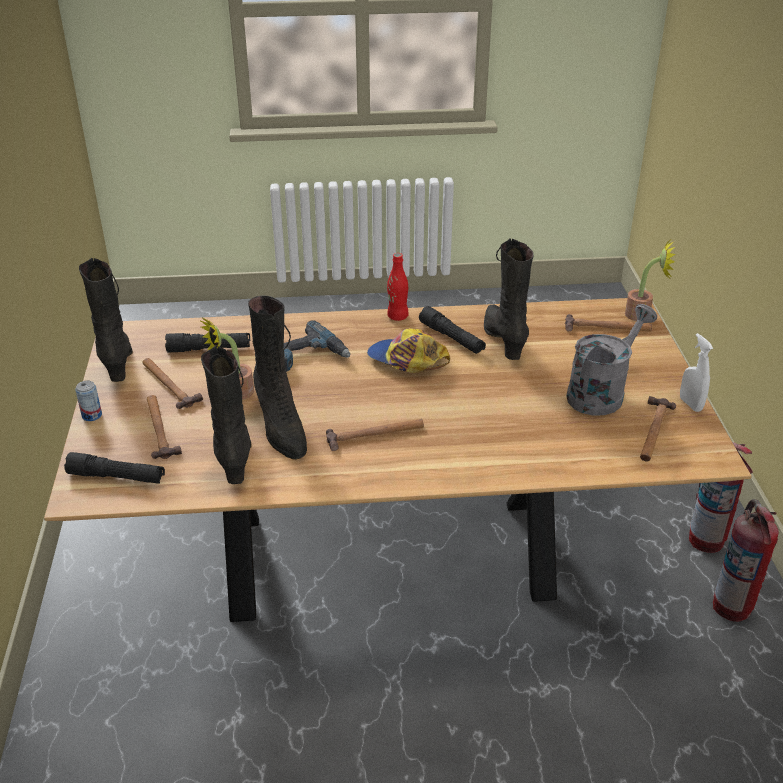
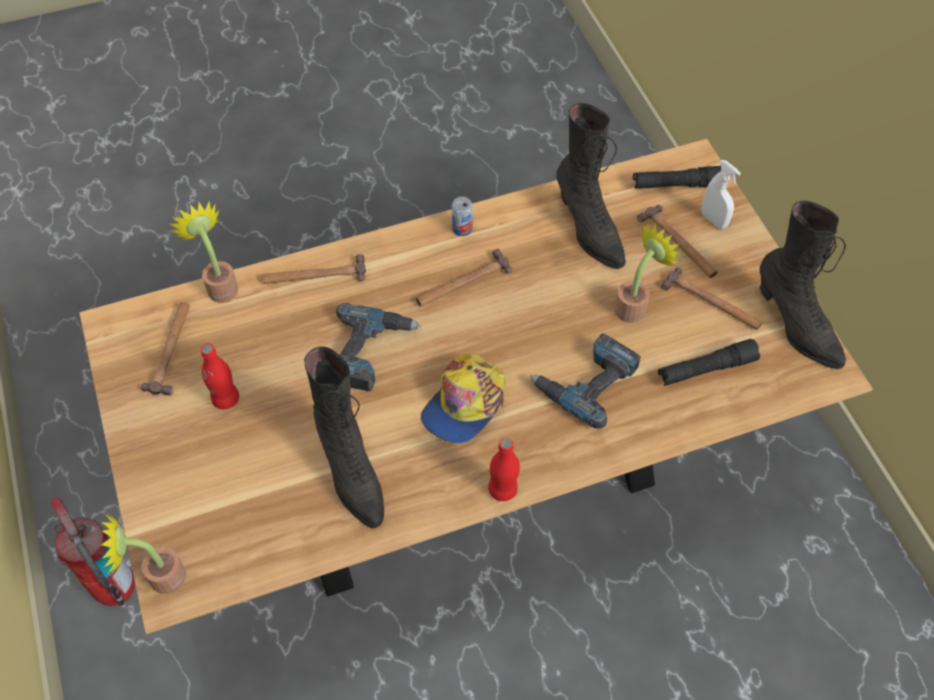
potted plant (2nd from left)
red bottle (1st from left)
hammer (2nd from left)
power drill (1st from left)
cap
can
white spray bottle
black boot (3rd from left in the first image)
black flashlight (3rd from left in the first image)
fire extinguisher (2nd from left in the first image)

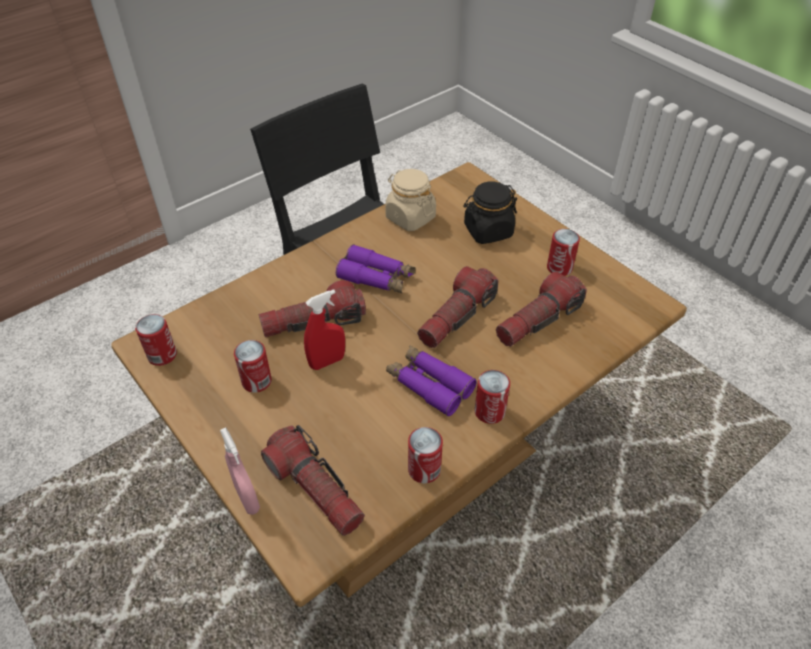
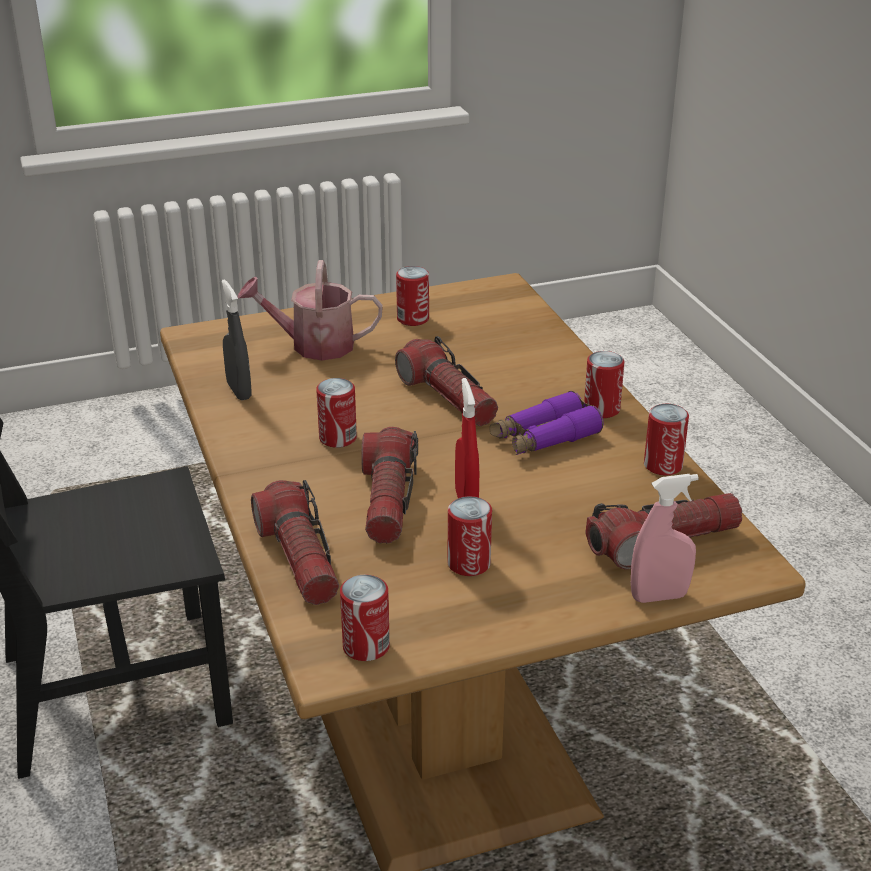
grey spray bottle
watering can
flashlight (1st from left)
can (1st from left)

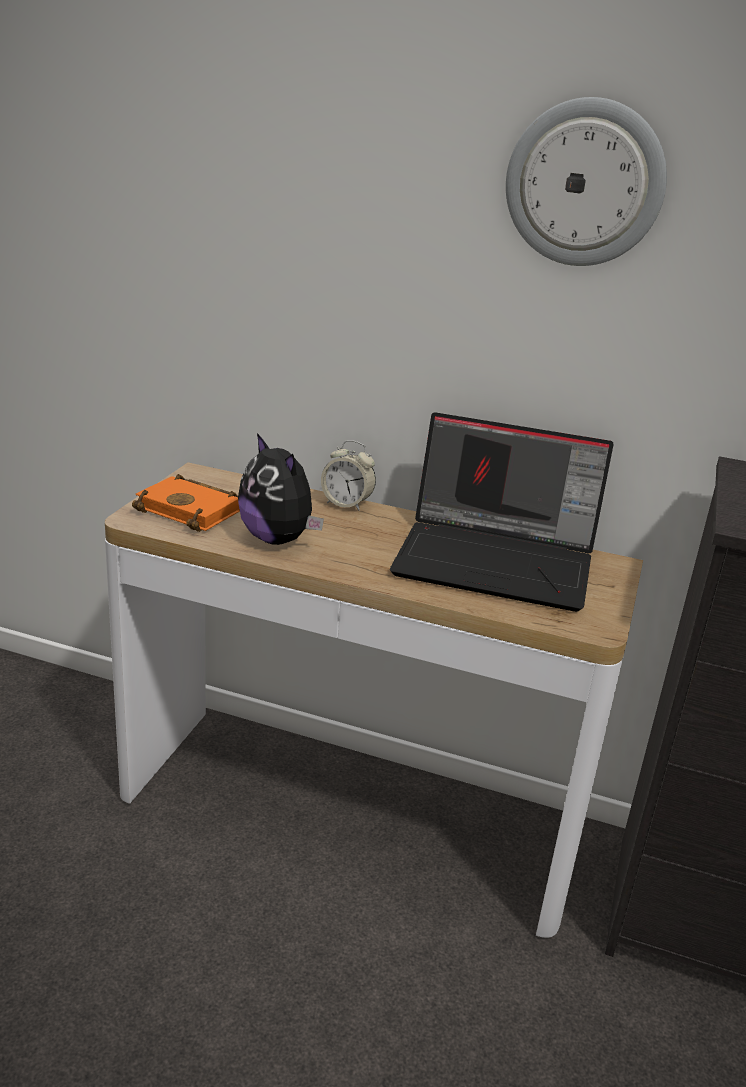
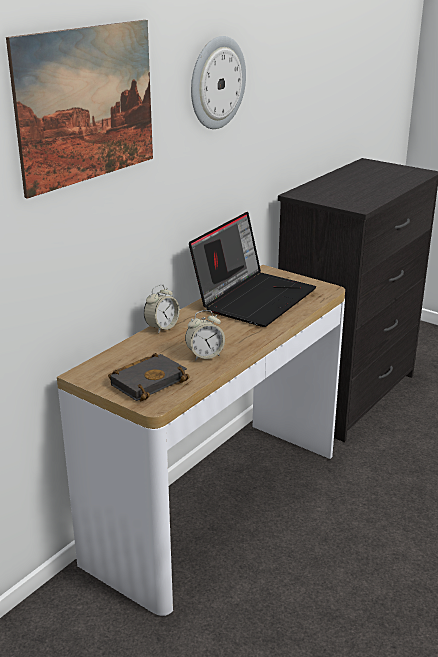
picture
black book
alarm clock (2nd from left)

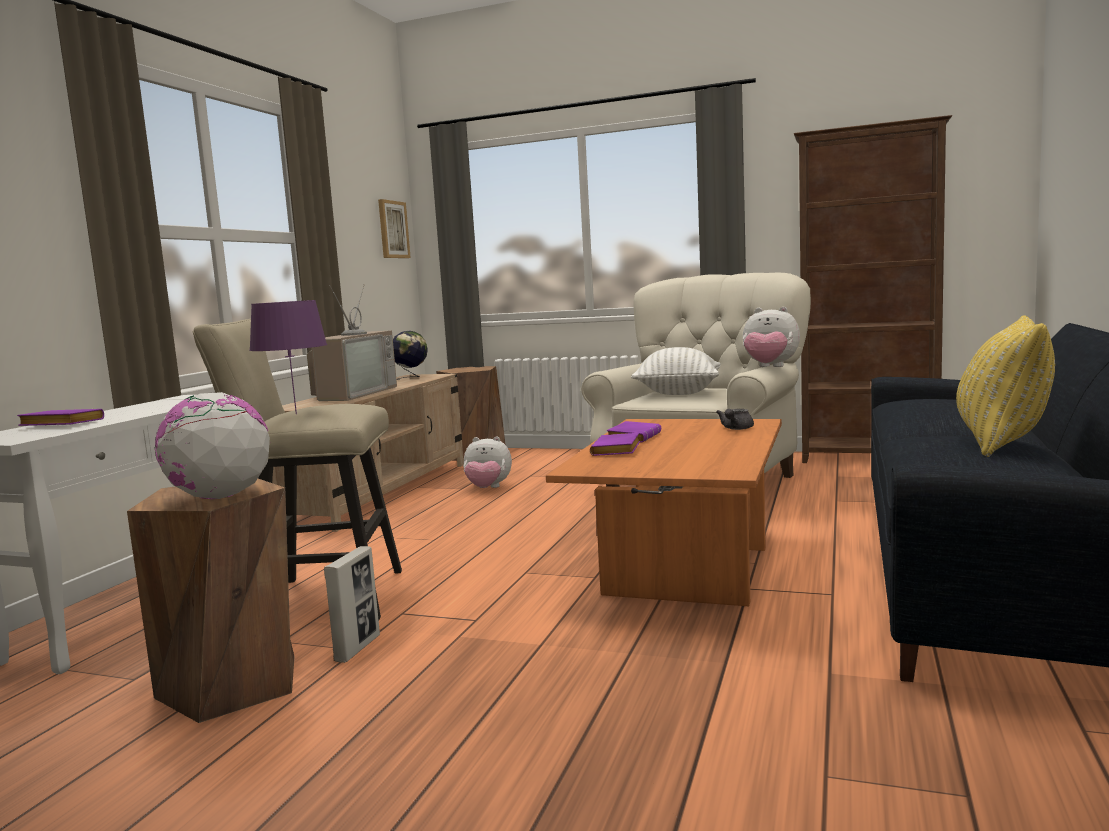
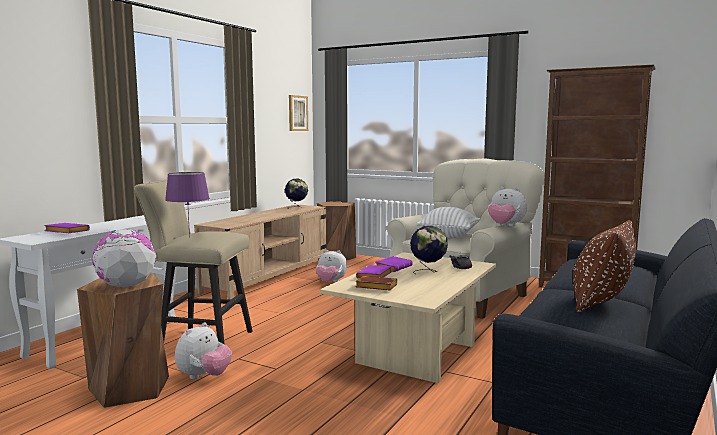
plush toy (1st from left)
beige coffee table
brown book
globe (3rd from left)
brown pillow
television

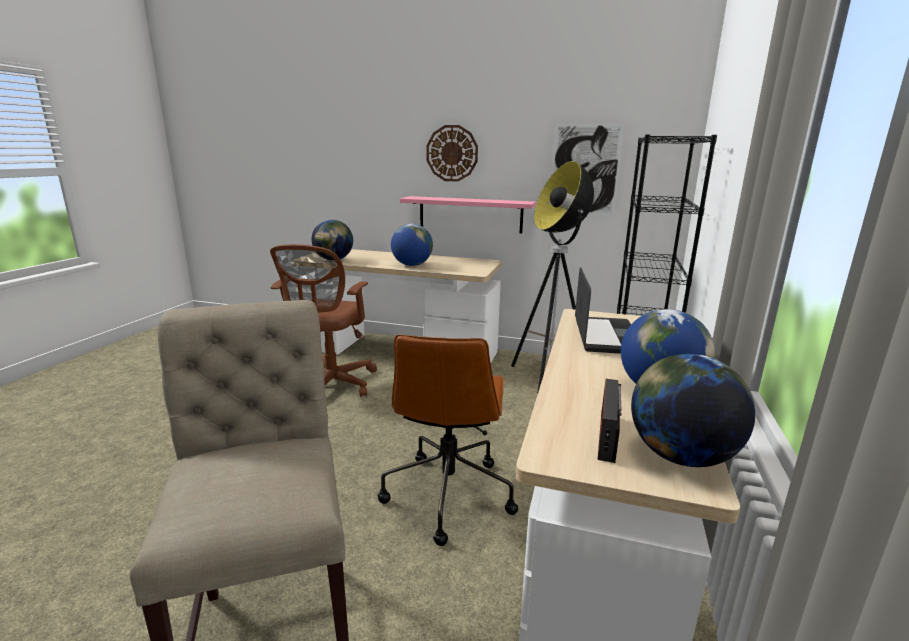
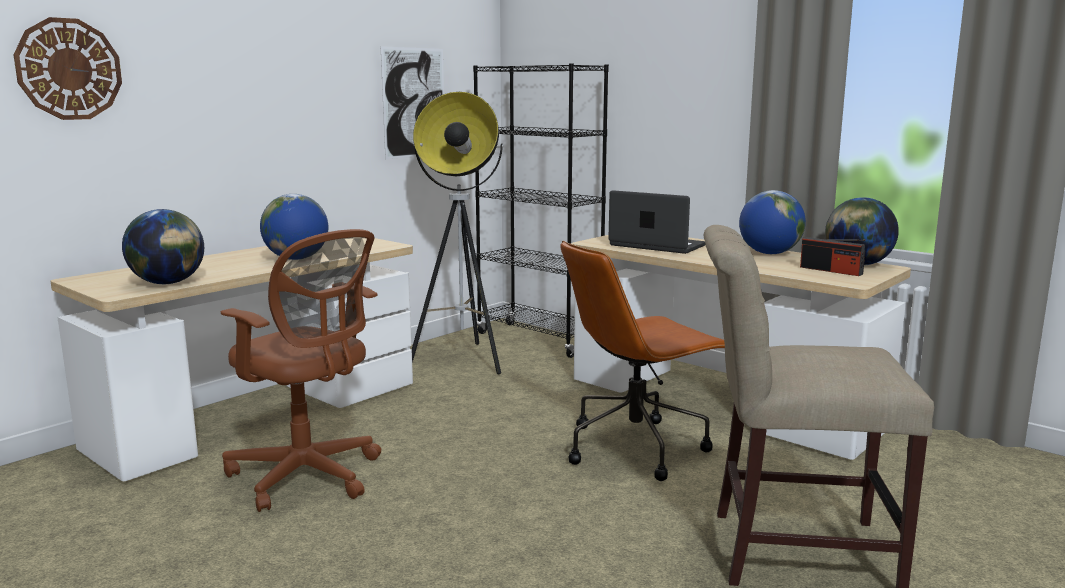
wall clock
brown office chair (2nd from left)
pink shelf

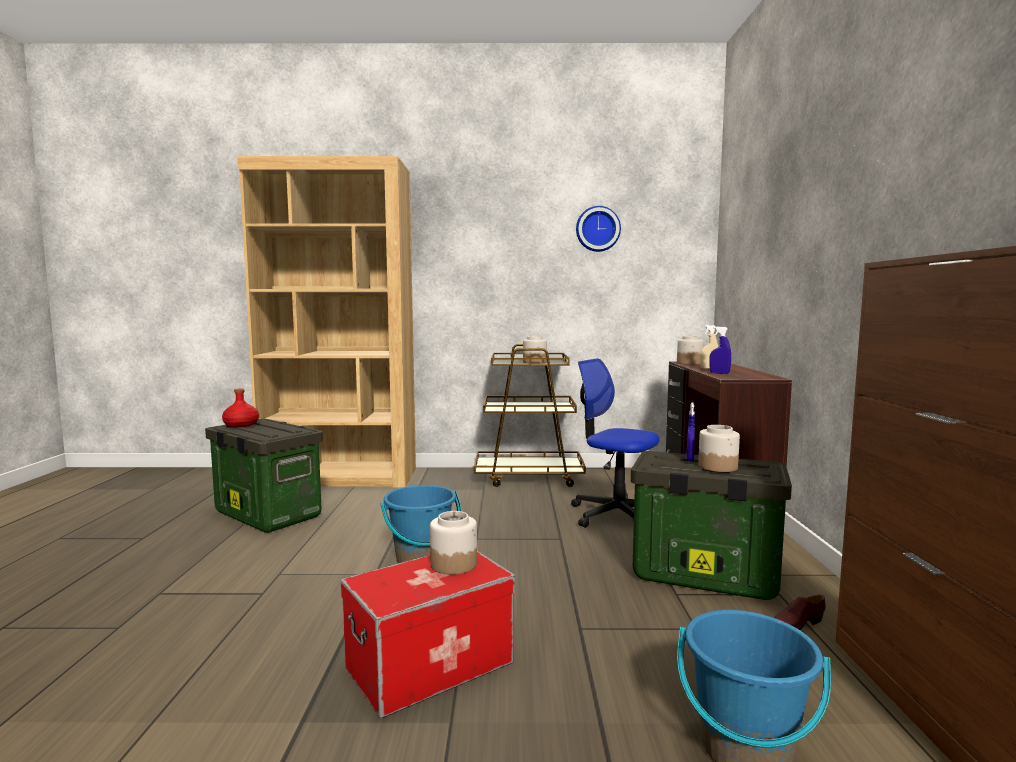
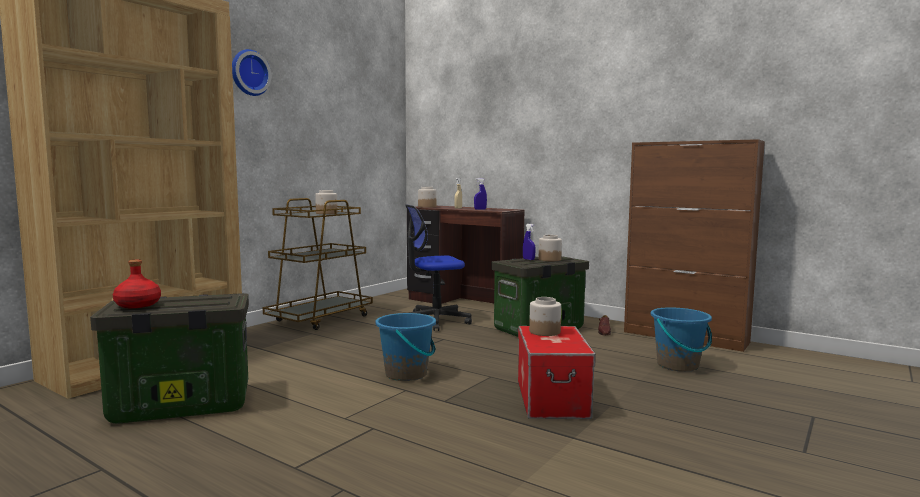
wall clock

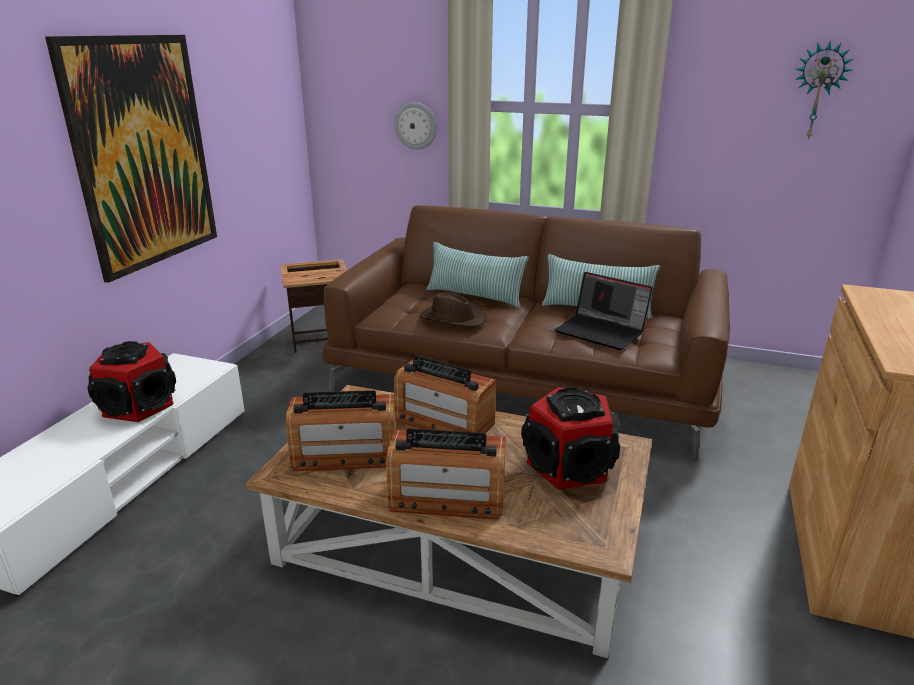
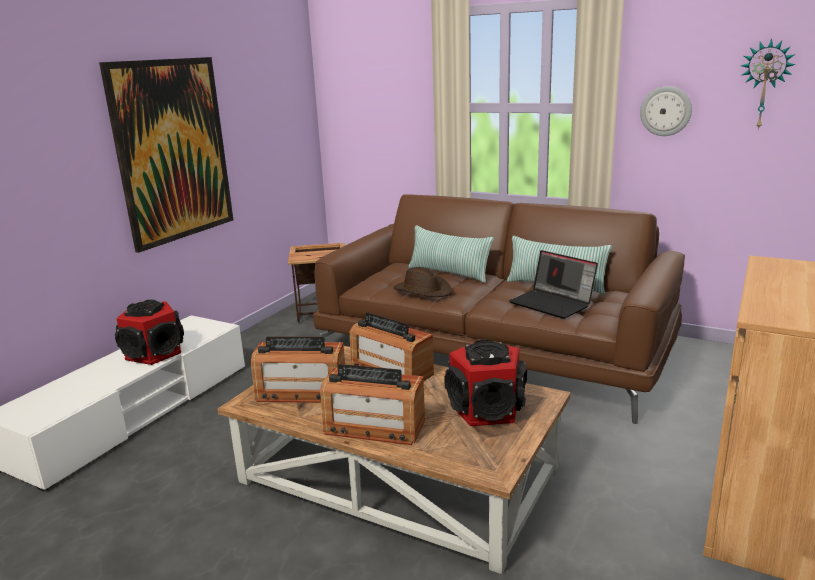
wall clock (1st from left)

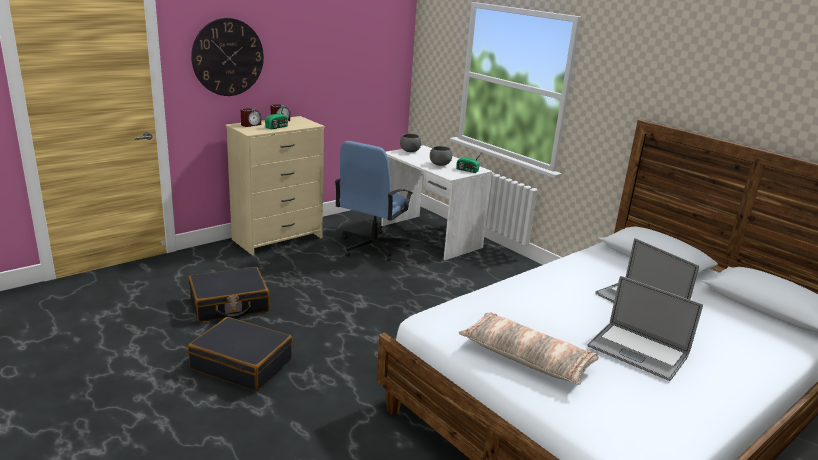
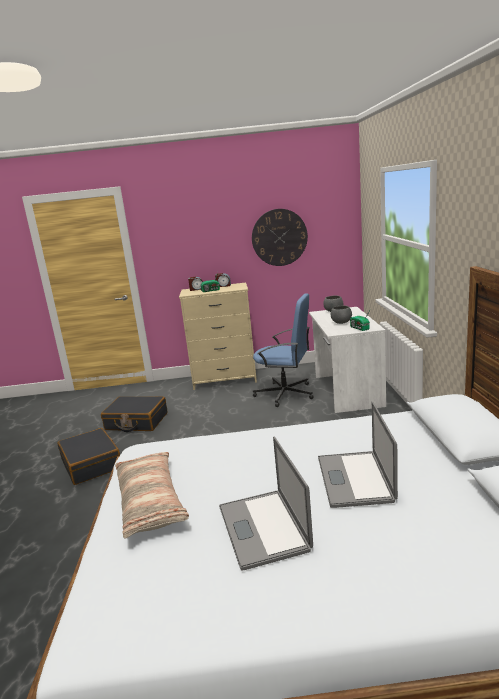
wall clock
blue office chair

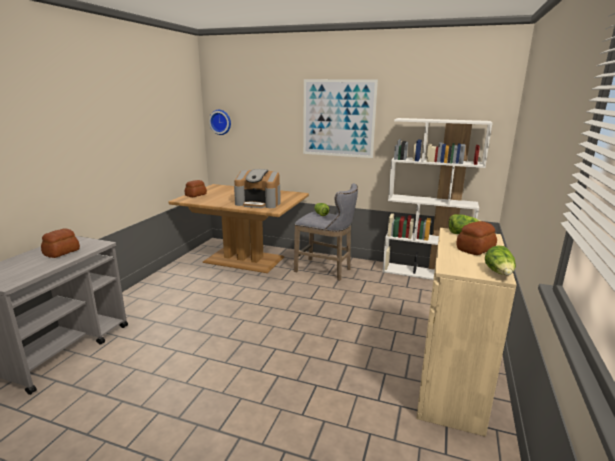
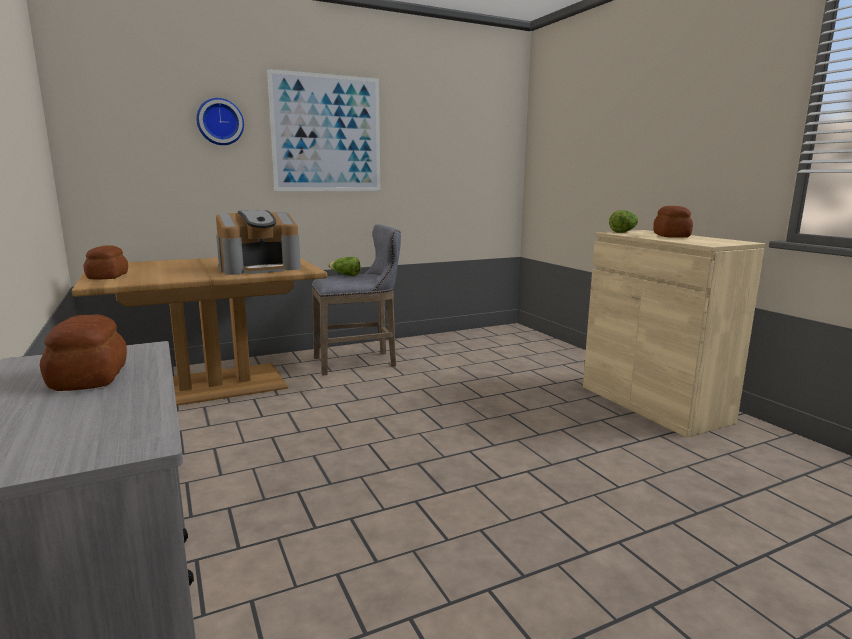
wall clock
white bookcase
lettuce (3rd from left in the first image)

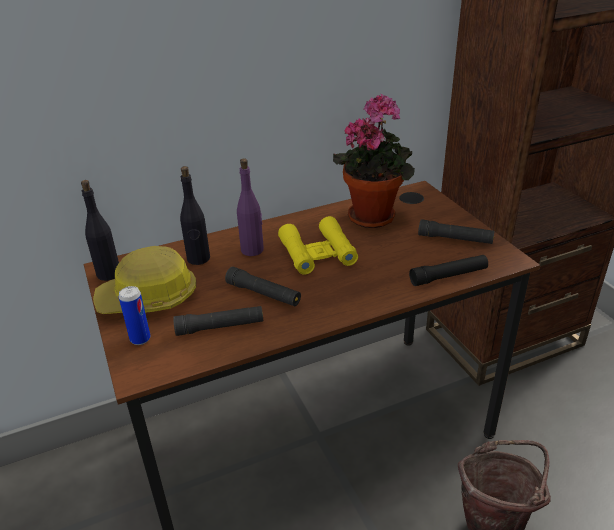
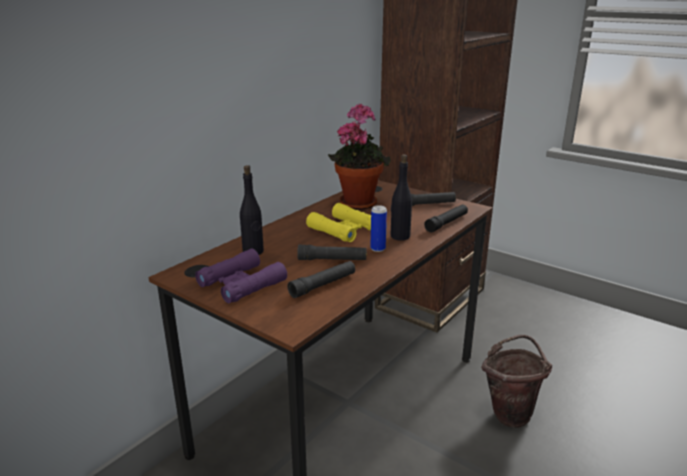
purple binoculars
can
black bottle (2nd from left)
purple bottle

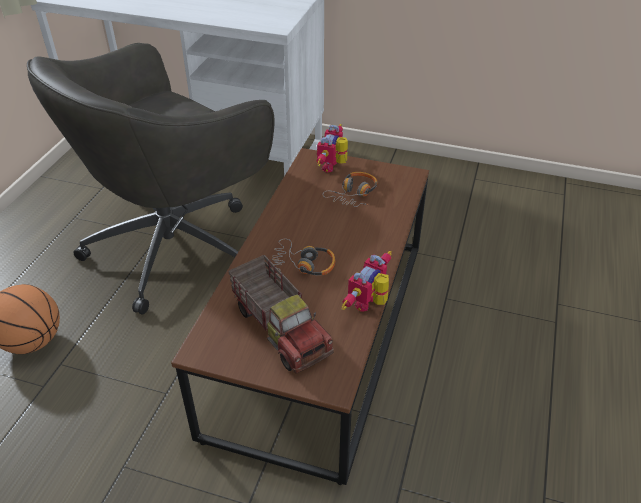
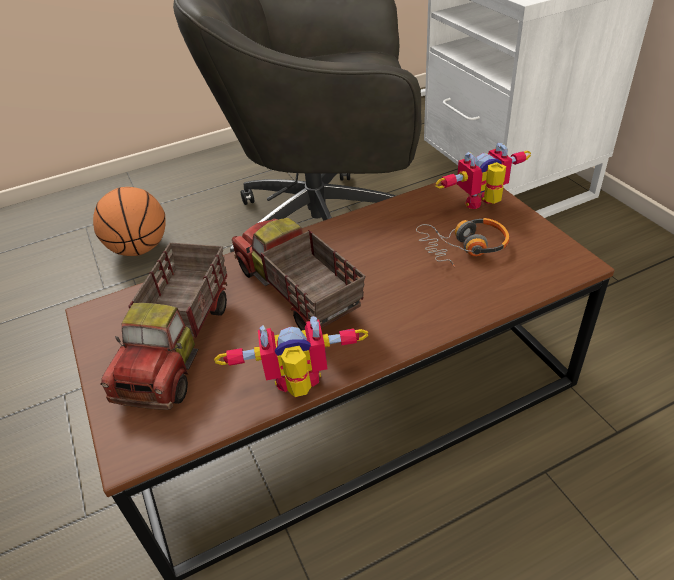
toy truck (2nd from left)

